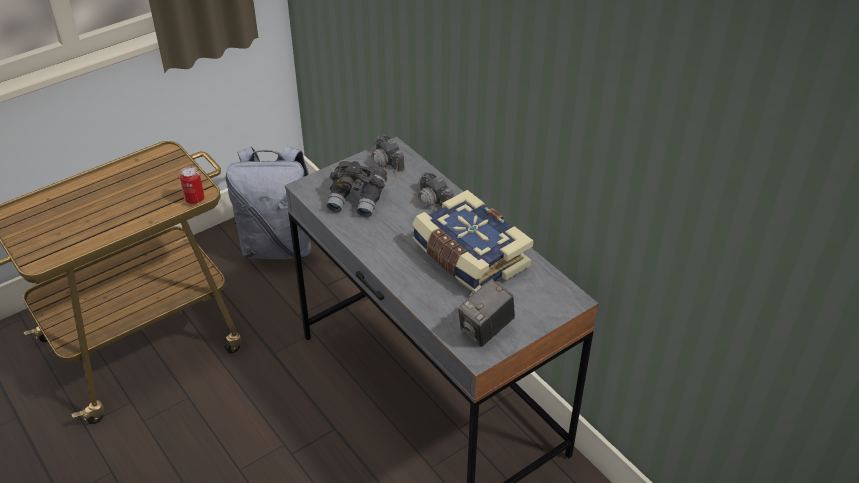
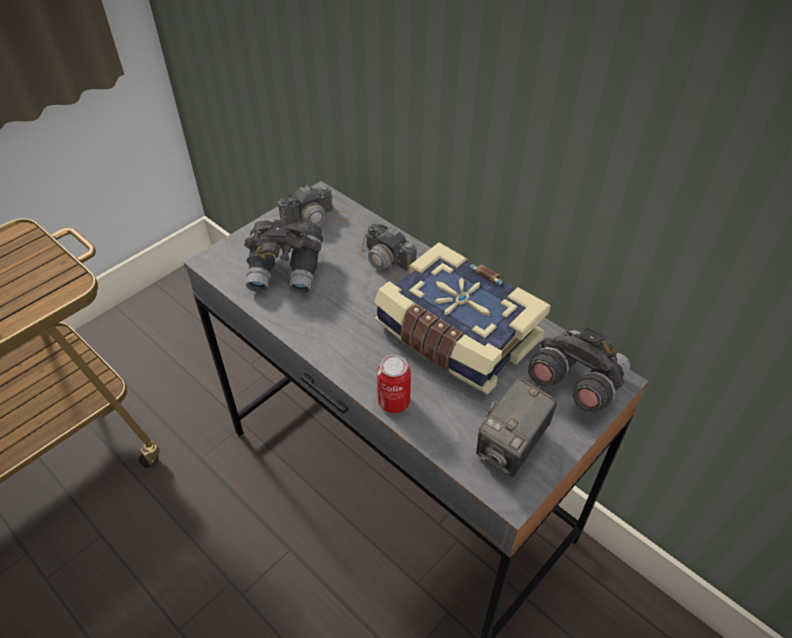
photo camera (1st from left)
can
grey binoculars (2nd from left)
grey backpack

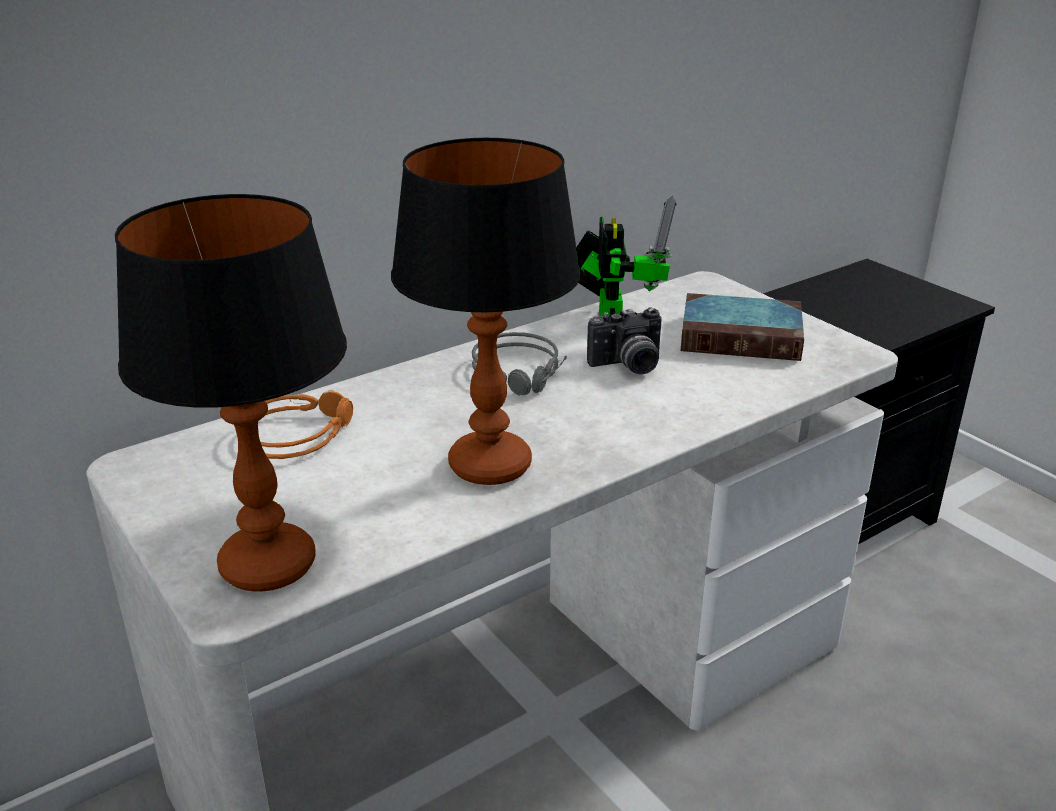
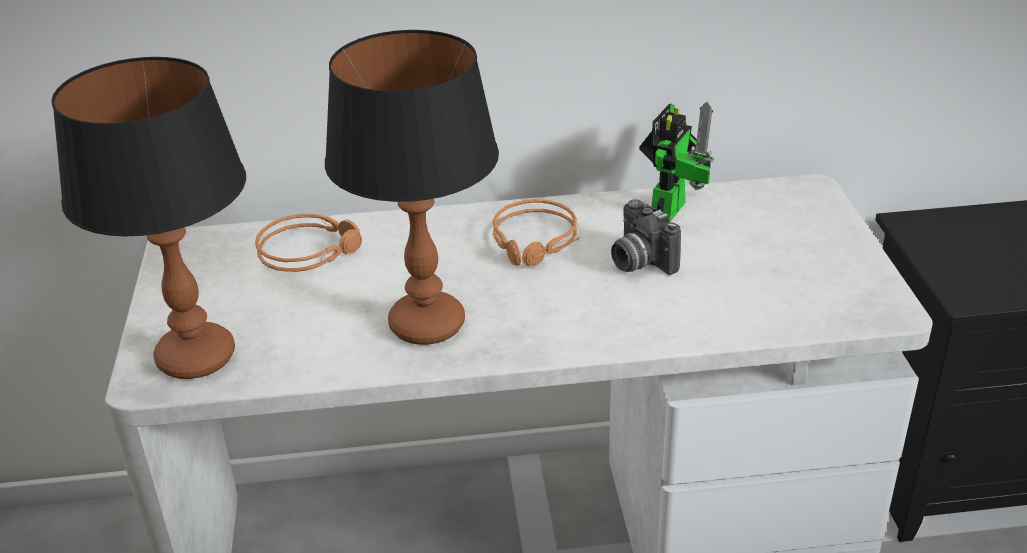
orange headphones (2nd from left)
photo camera
book

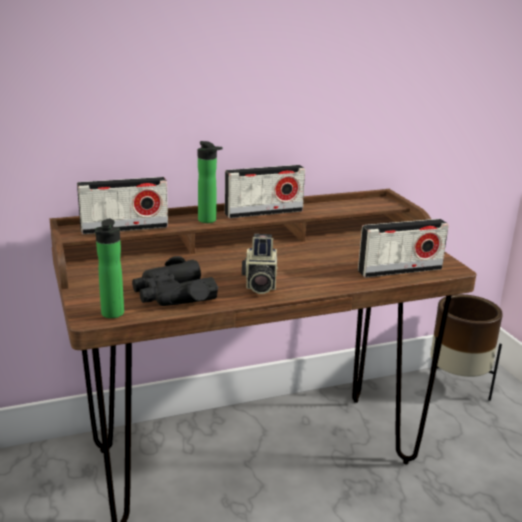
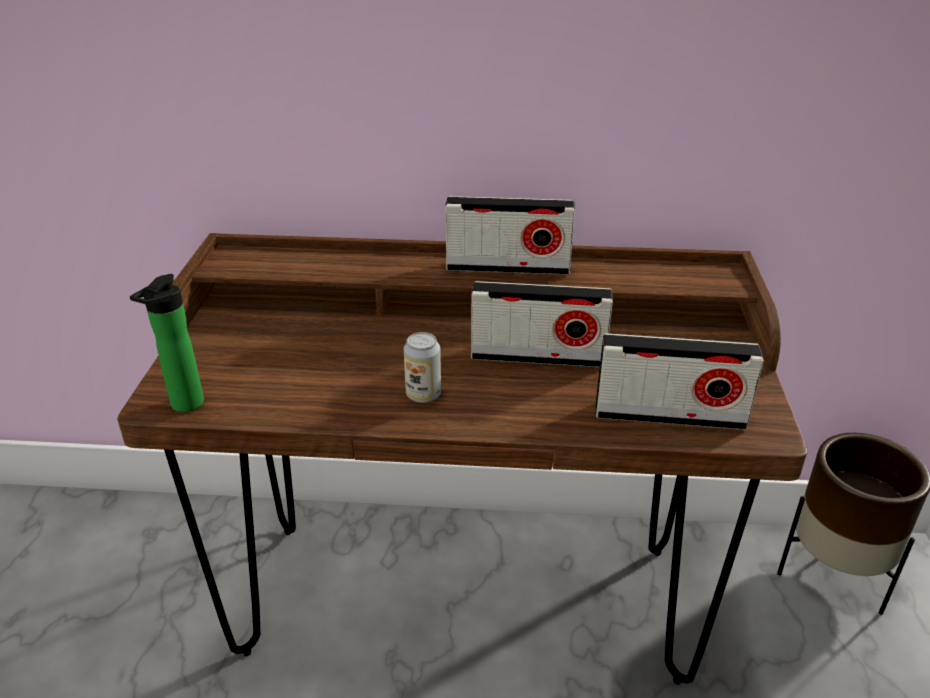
can
radio (2nd from left)
black binoculars
bottle (2nd from left in the first image)

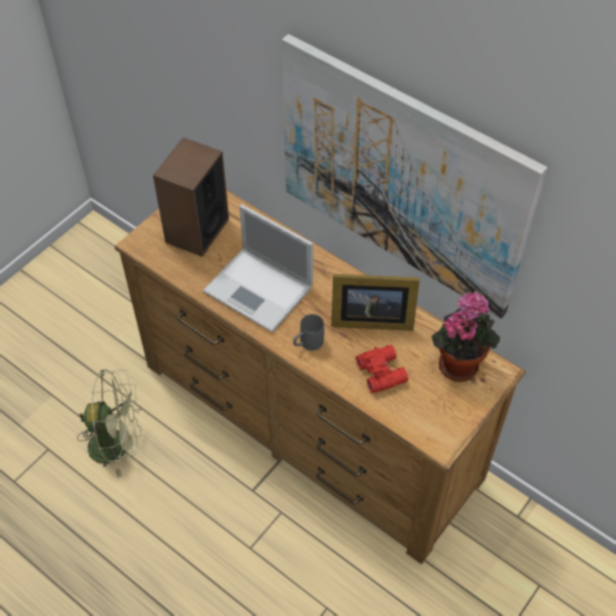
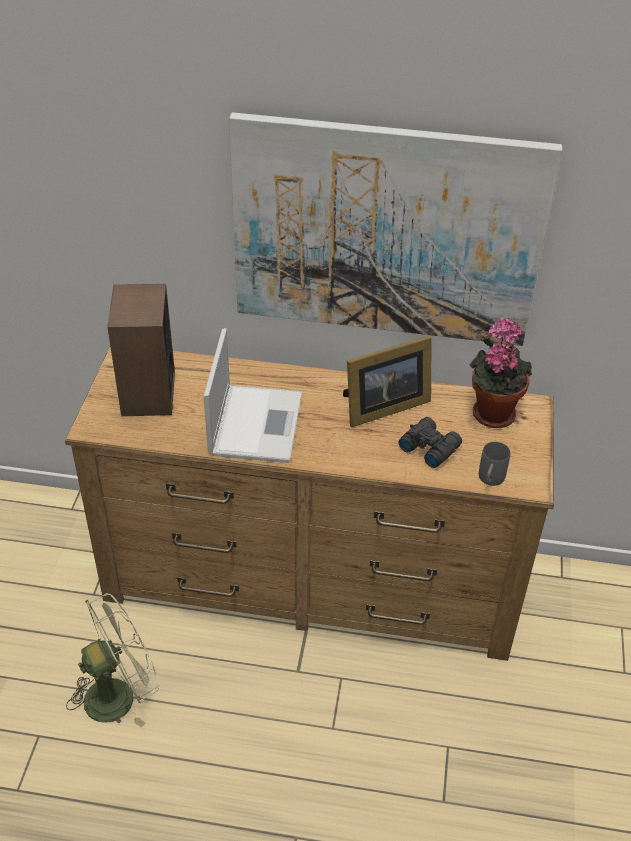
laptop
black binoculars
grey mug

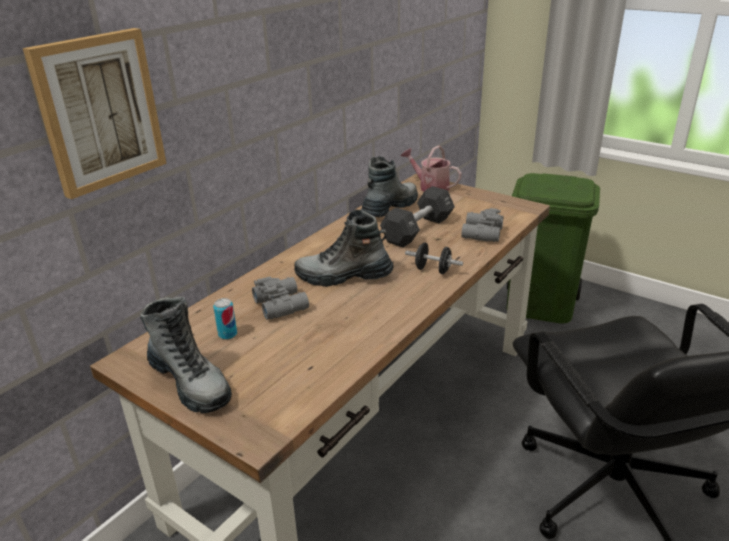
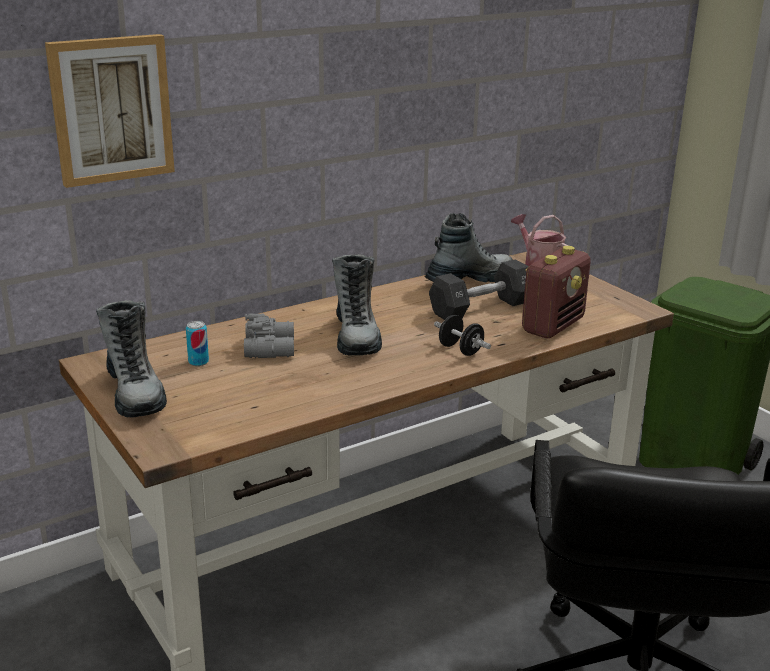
boot (2nd from left)
radio

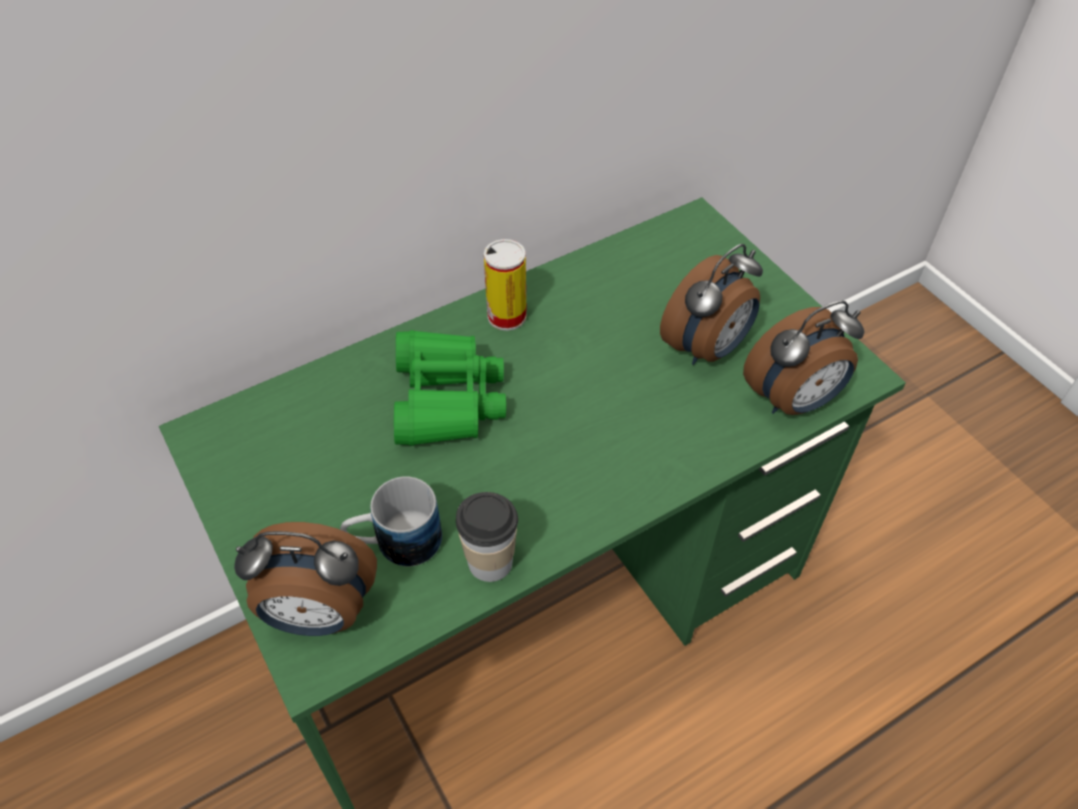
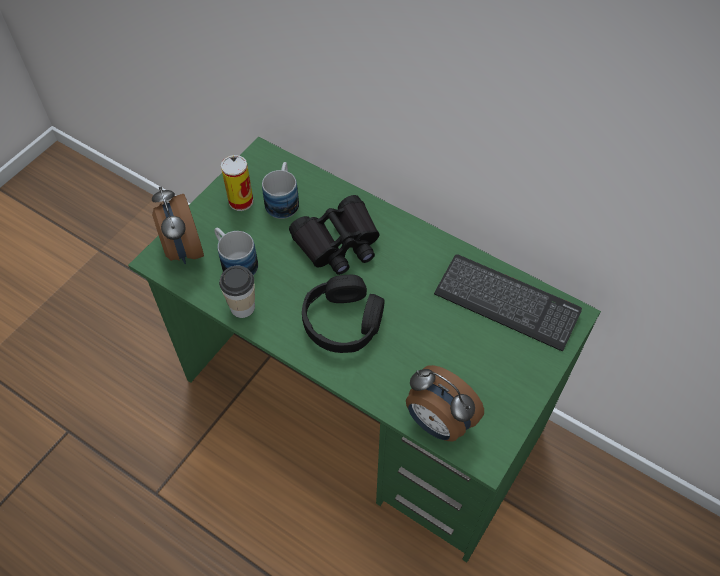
can
mug (2nd from left)
black binoculars
black headphones
keyboard
alarm clock (2nd from left in the first image)

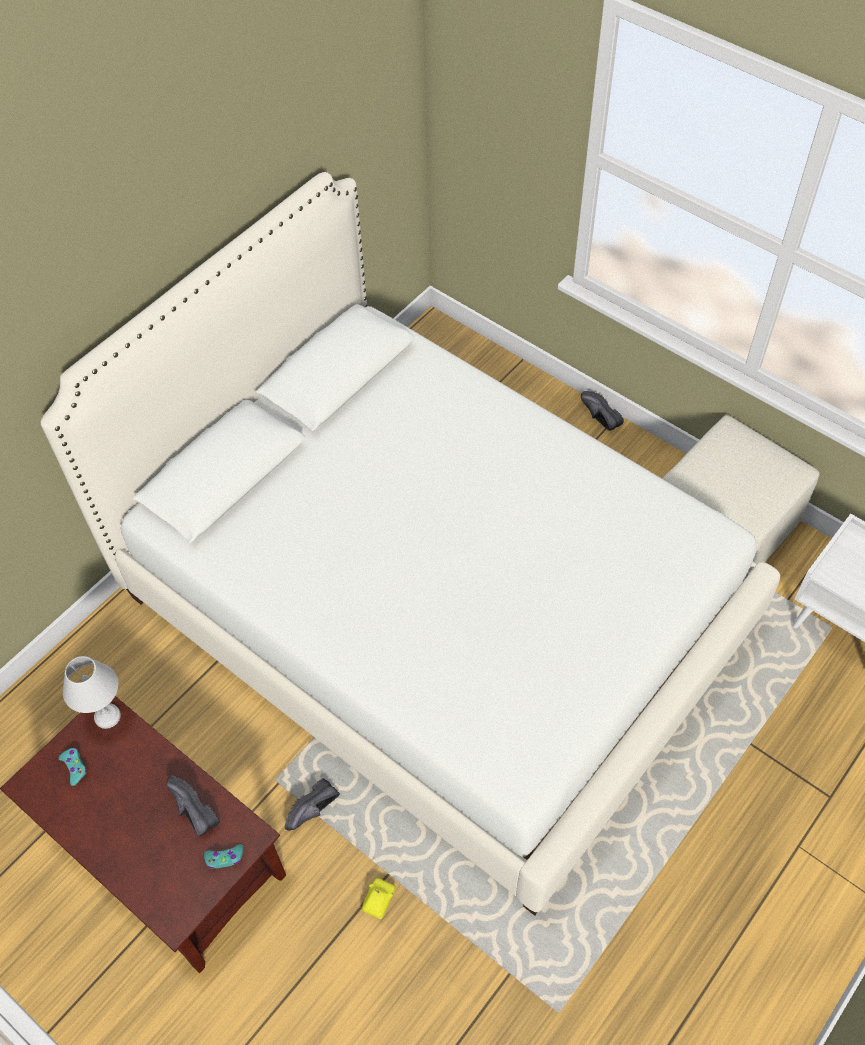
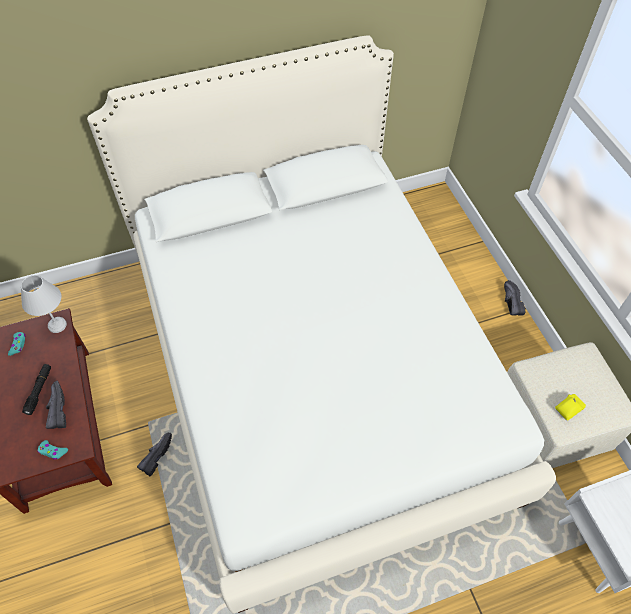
black flashlight
black shoe (2nd from left)
yellow toy car

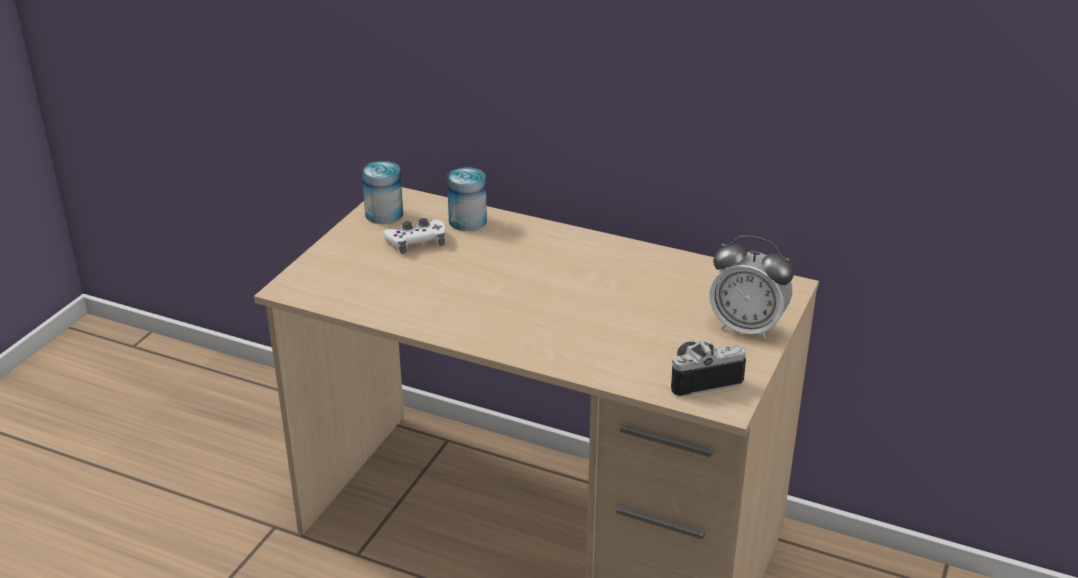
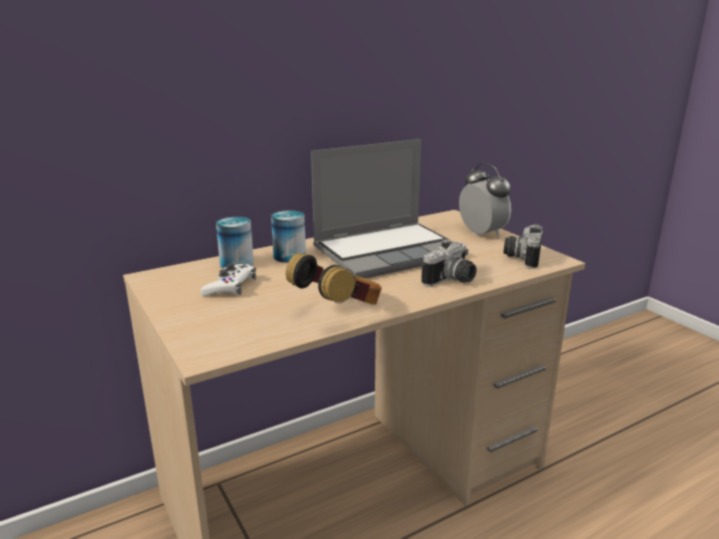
can (2nd from left)
headphones
laptop
photo camera (1st from left)
alarm clock

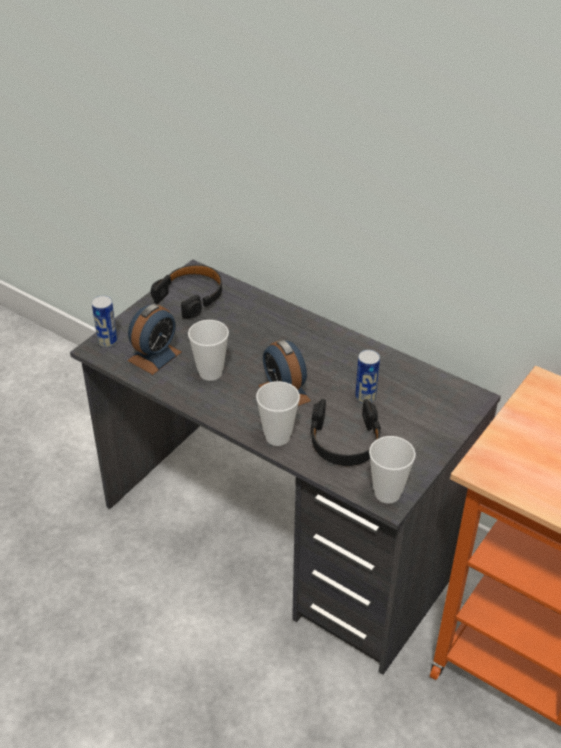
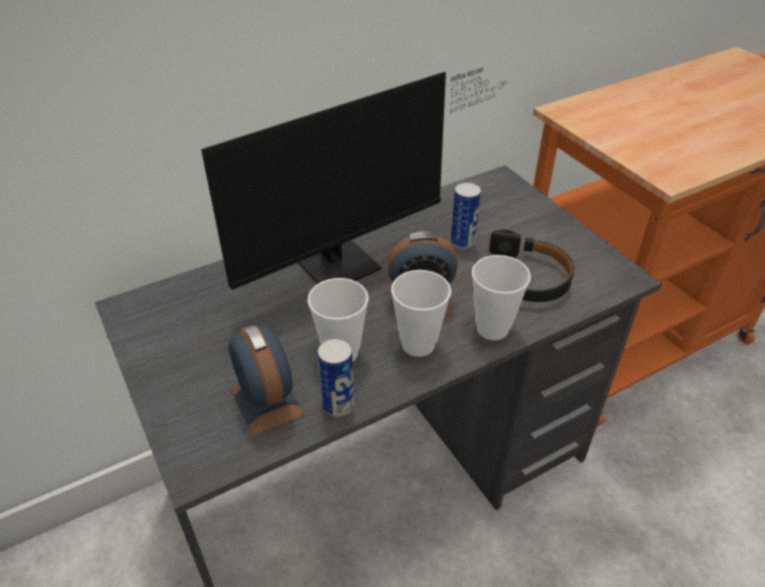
monitor
can (1st from left)
cup (2nd from left)
black headphones (1st from left in the first image)

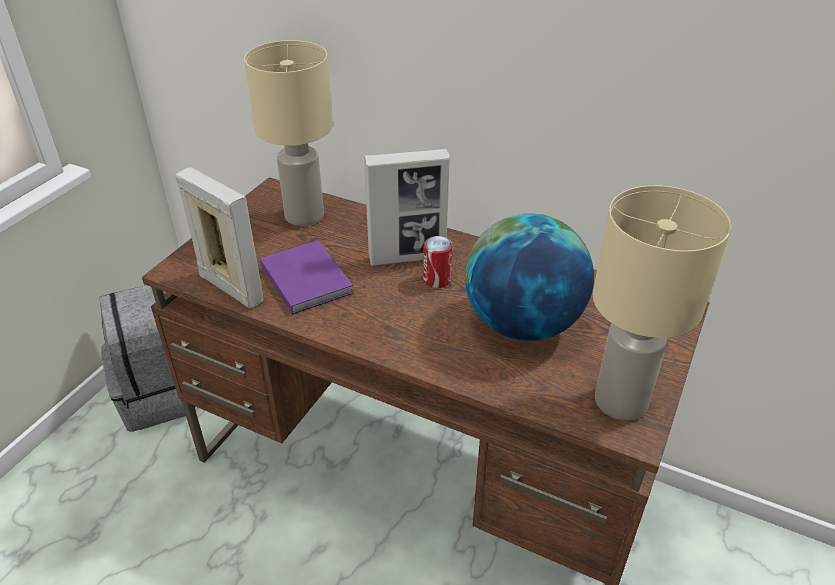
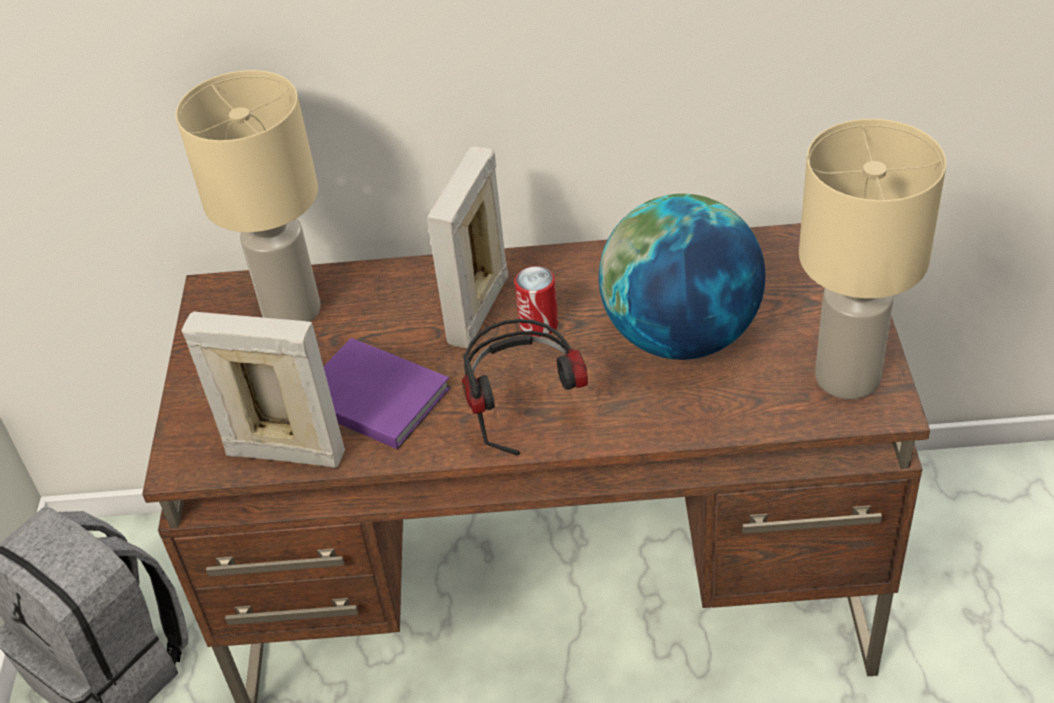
picture frame (2nd from left)
headphones

